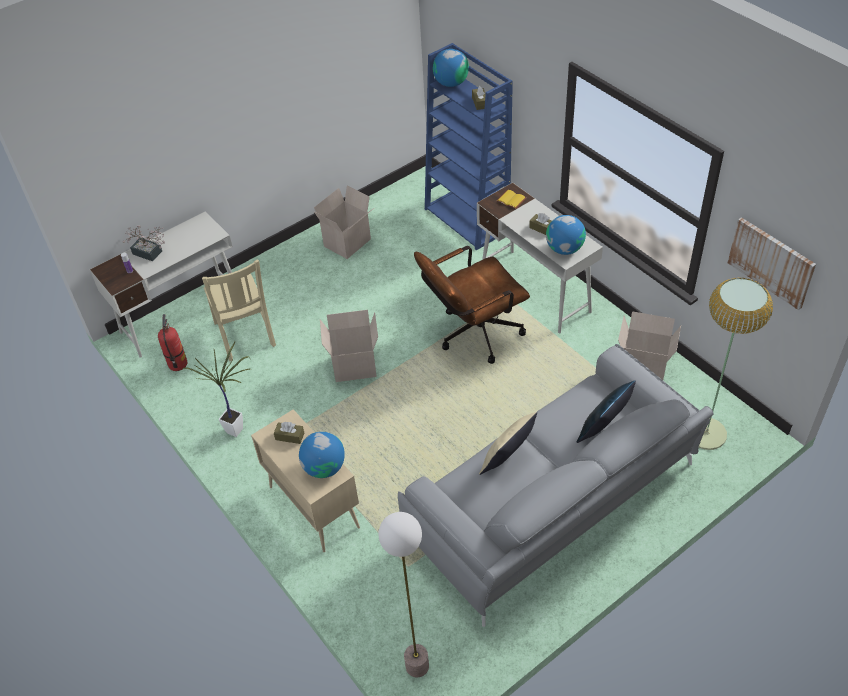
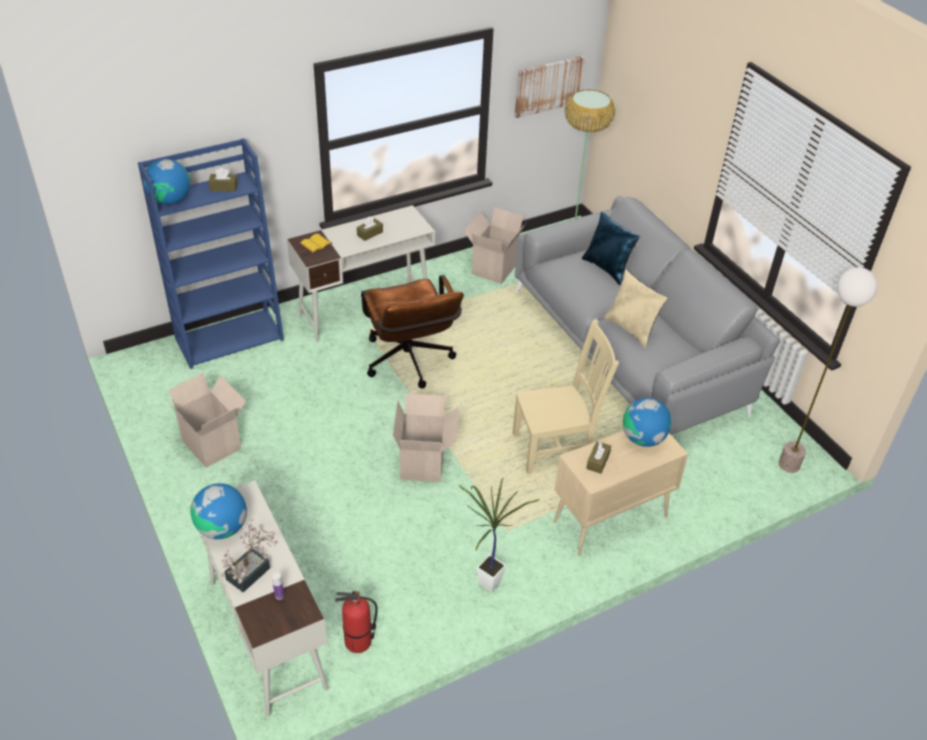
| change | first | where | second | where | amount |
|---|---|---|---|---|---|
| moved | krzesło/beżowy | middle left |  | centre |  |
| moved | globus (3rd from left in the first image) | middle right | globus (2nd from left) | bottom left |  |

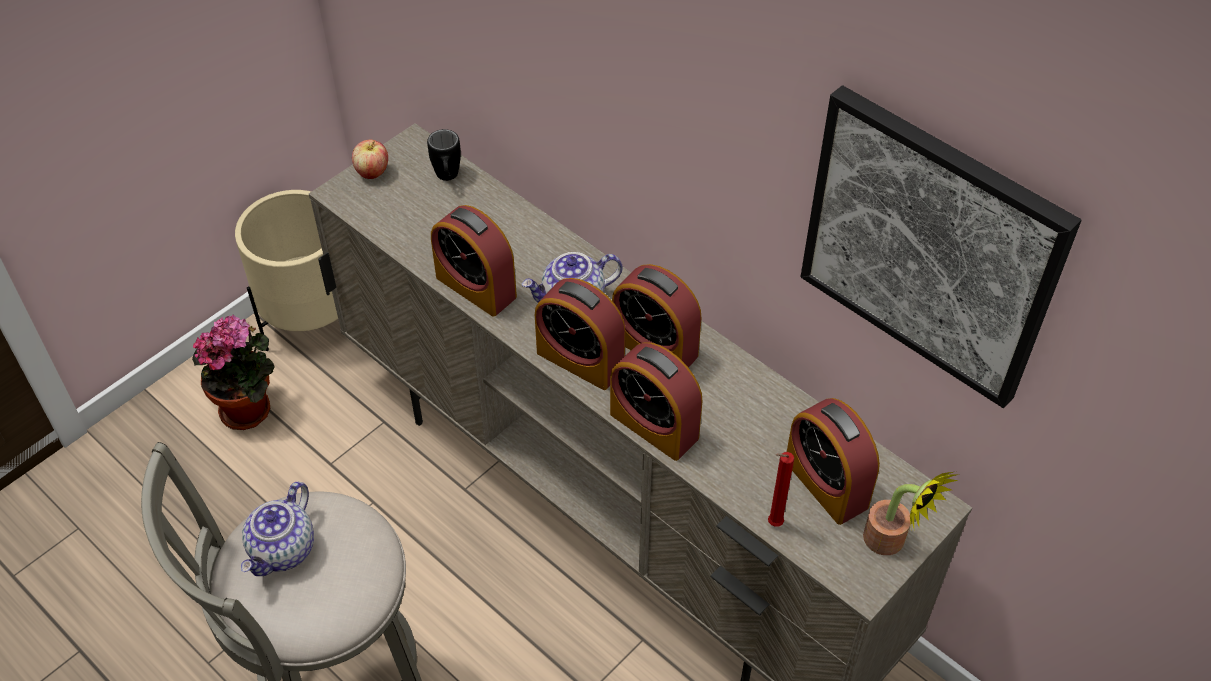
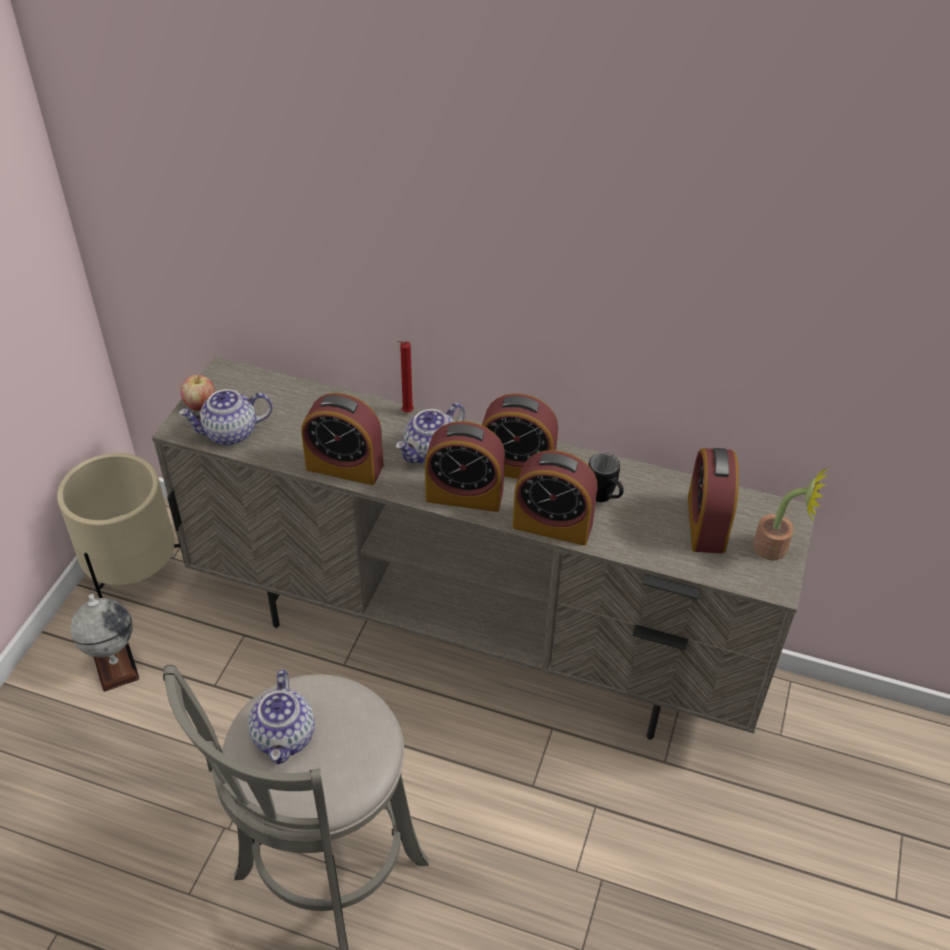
| change | first | where | second | where | amount |
|---|---|---|---|---|---|
| removed | obraz | middle right |  |  |  |
| added |  |  | imbryk (1st from left) | middle left |  |
| moved | kubek/czarny | top centre |  | centre |  |
| moved | świeca/czerwony | bottom centre |  | centre |  |
| replaced | roślina doniczkowa (1st from left) | middle left | globus | bottom left |  |
| turned | budzik (5th from left) | bottom right |  | middle right | 60 degrees clockwise |

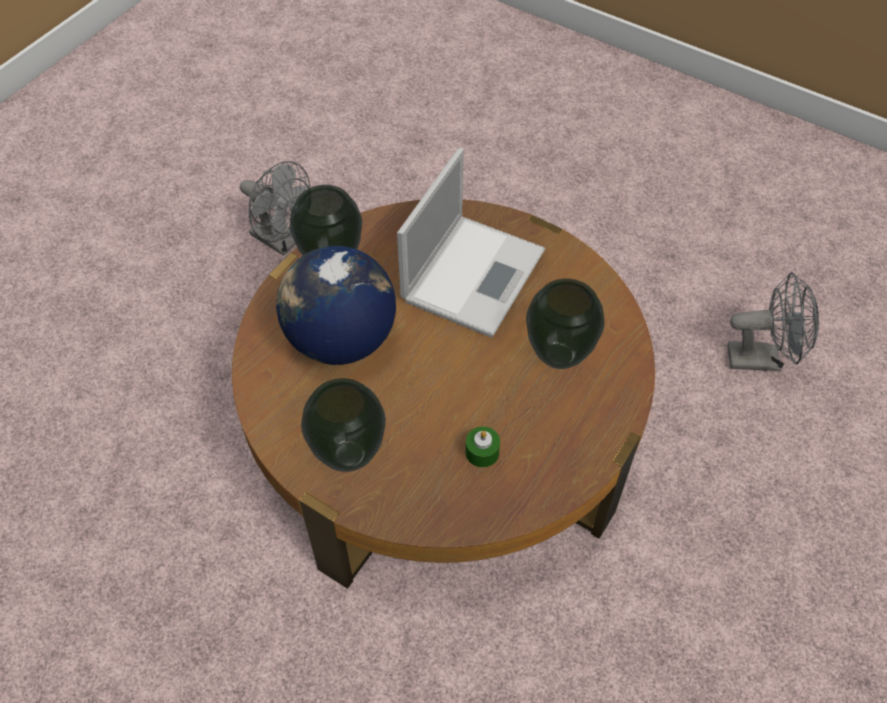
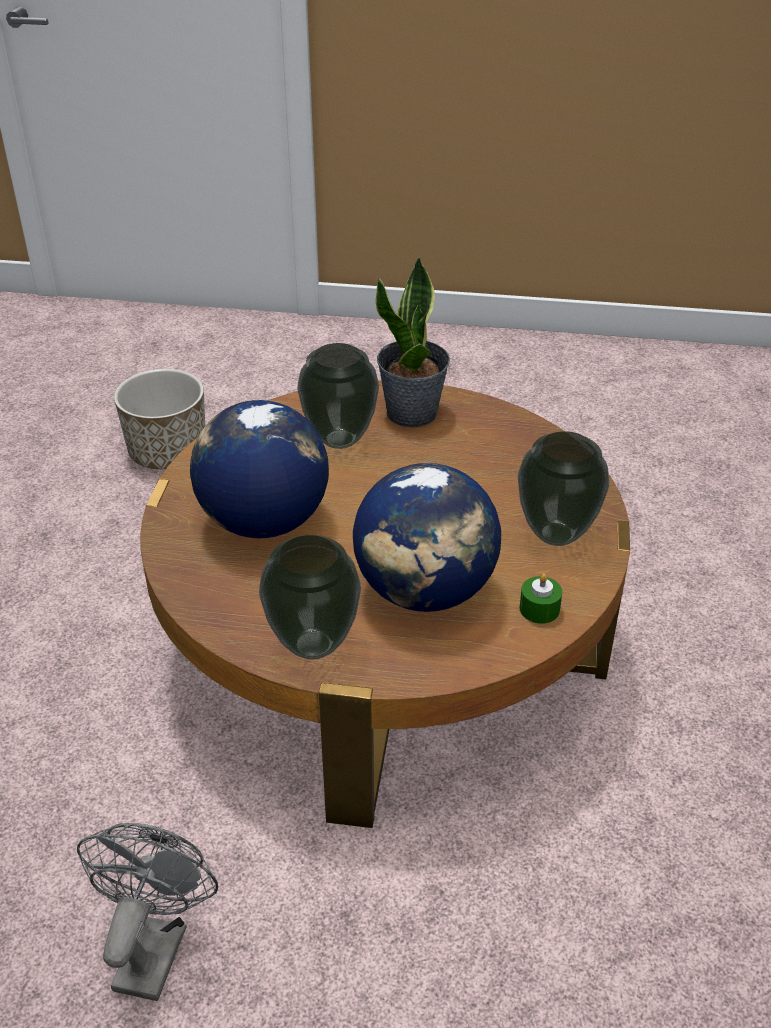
| change | first | where | second | where | amount |
|---|---|---|---|---|---|
| added |  |  | roślina doniczkowa | top centre |  |
| moved | świeca/zielony | centre |  | middle right |  |
| replaced | laptop | centre | globus (1st from left) | centre |  |
| replaced | wentylator/szary (2nd from left) | middle right | donica | middle left |  |

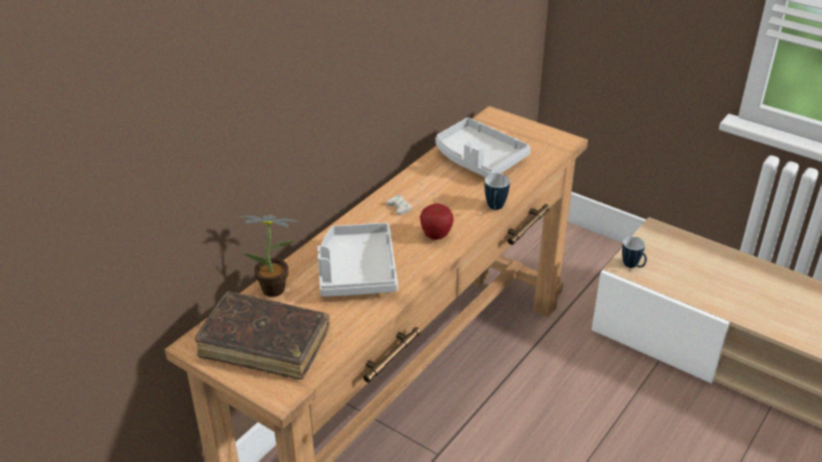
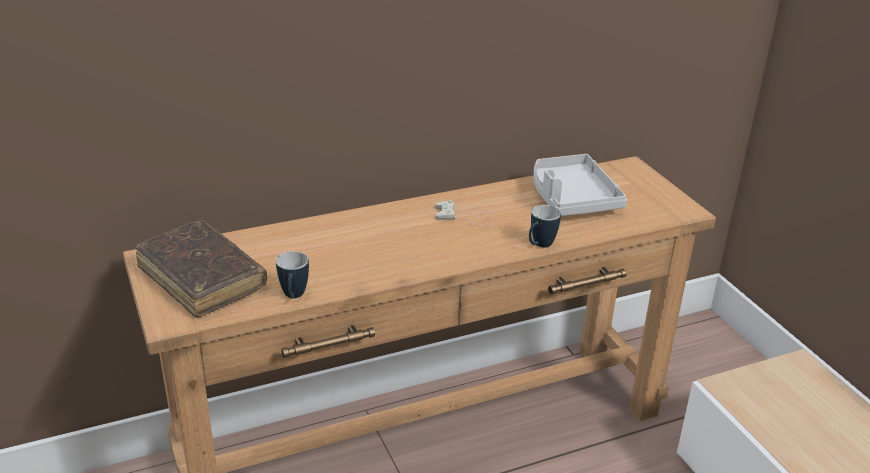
| change | first | where | second | where | amount |
|---|---|---|---|---|---|
| removed | roślina doniczkowa | middle left |  |  |  |
| removed | taca/szary (1st from left) | centre |  |  |  |
| removed | jabłko | centre |  |  |  |
| moved | kubek (2nd from left in the first image) | middle right | kubek (1st from left) | centre |  |

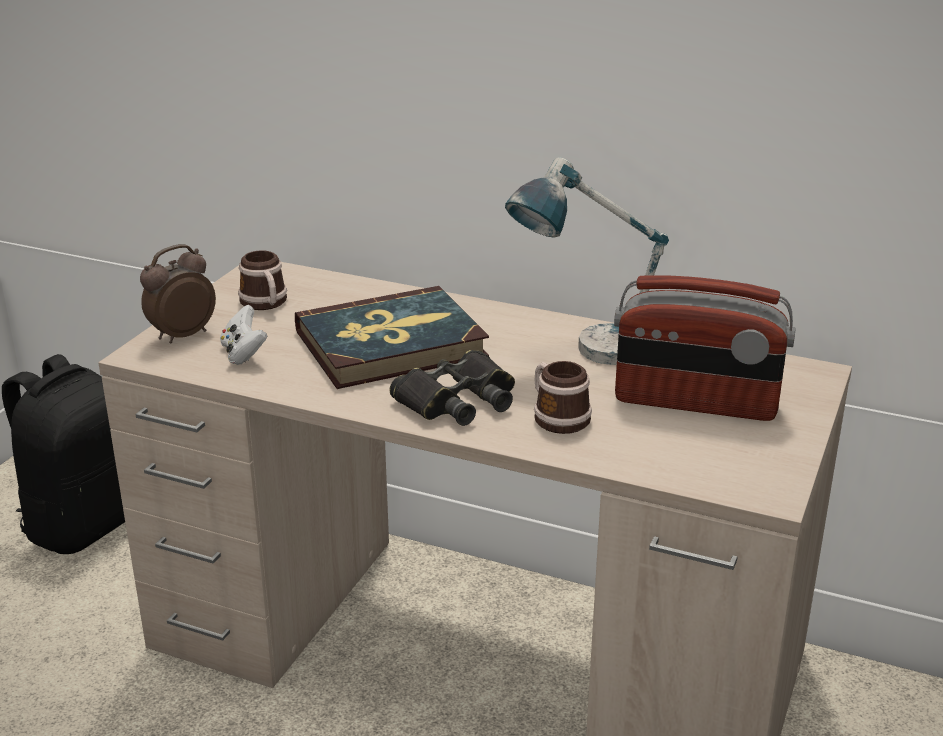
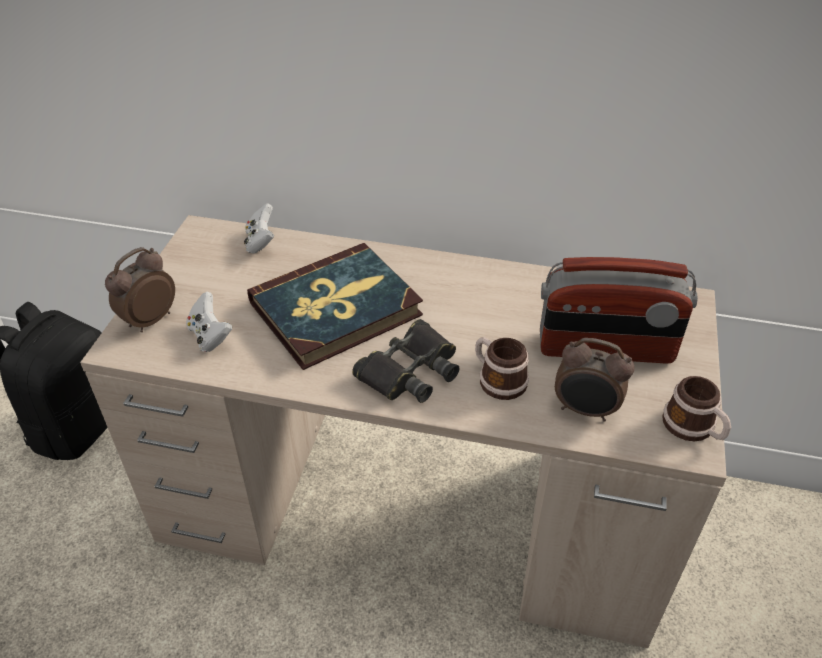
| change | first | where | second | where | amount |
|---|---|---|---|---|---|
| removed | lampa stołowa | centre |  |  |  |
| added |  |  | pad do gier/biały (2nd from left) | middle left |  |
| added |  |  | budzik (2nd from left) | middle right |  |
| moved | kubek (1st from left in the first image) | middle left | kubek (2nd from left) | middle right |  |

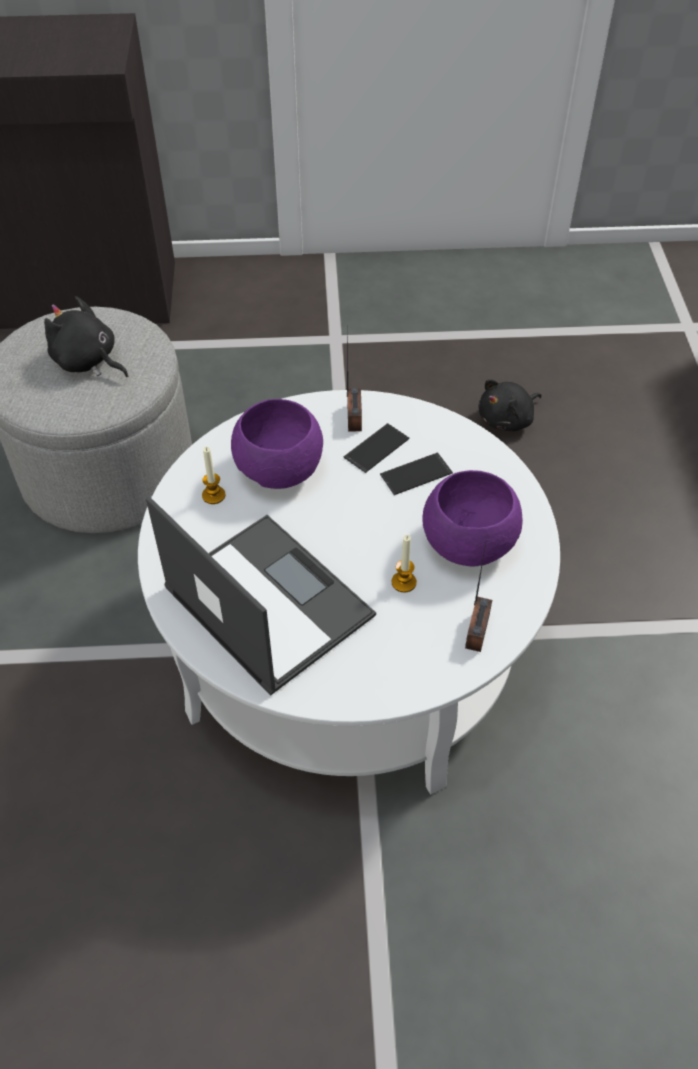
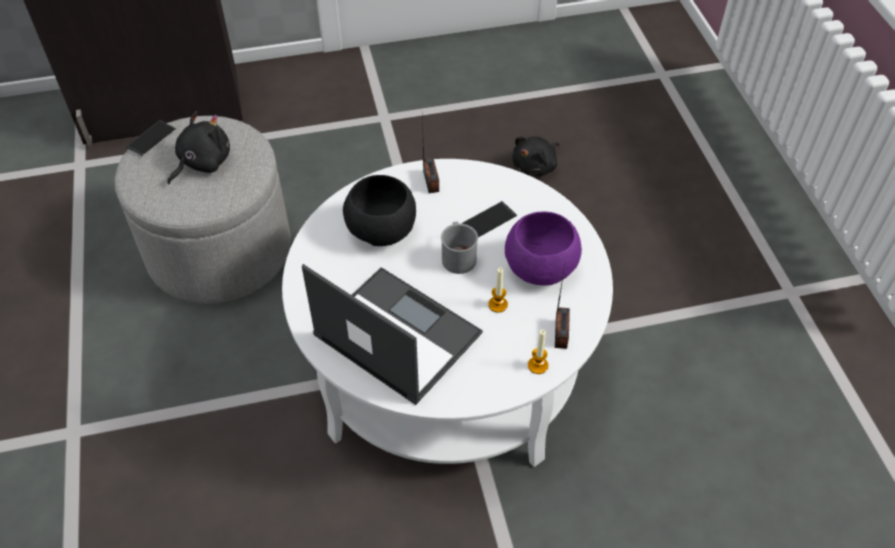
| change | first | where | second | where | amount |
|---|---|---|---|---|---|
| added |  |  | kubek/szary | centre |  |
| moved | świeca (1st from left in the first image) | middle left | świeca (2nd from left) | centre |  |
| moved | telefon (1st from left) | centre |  | top left |  |
| recoloured | miska/fioletowy (1st from left) | centre | miska/czarny | centre |  |
| turned | pluszak/czarny (1st from left) | top left |  | top left | 105 degrees clockwise |

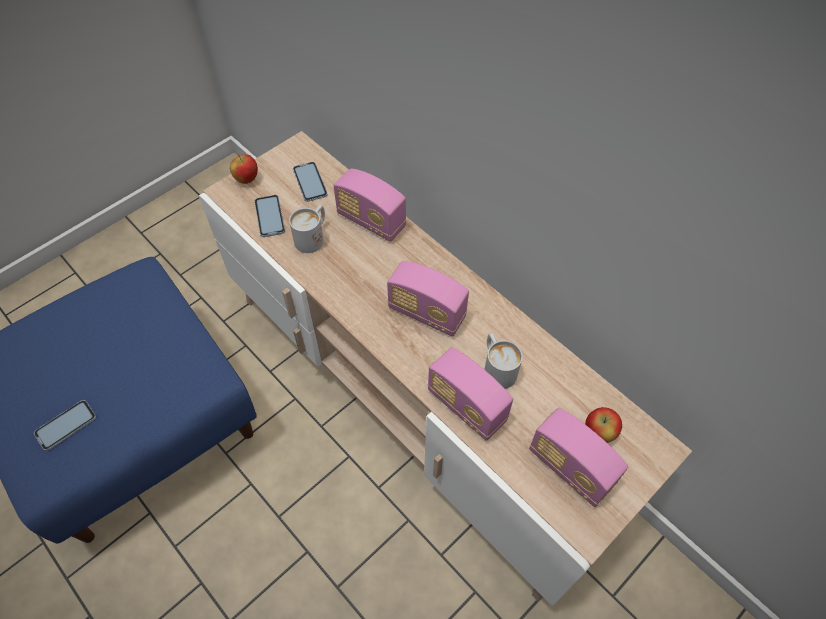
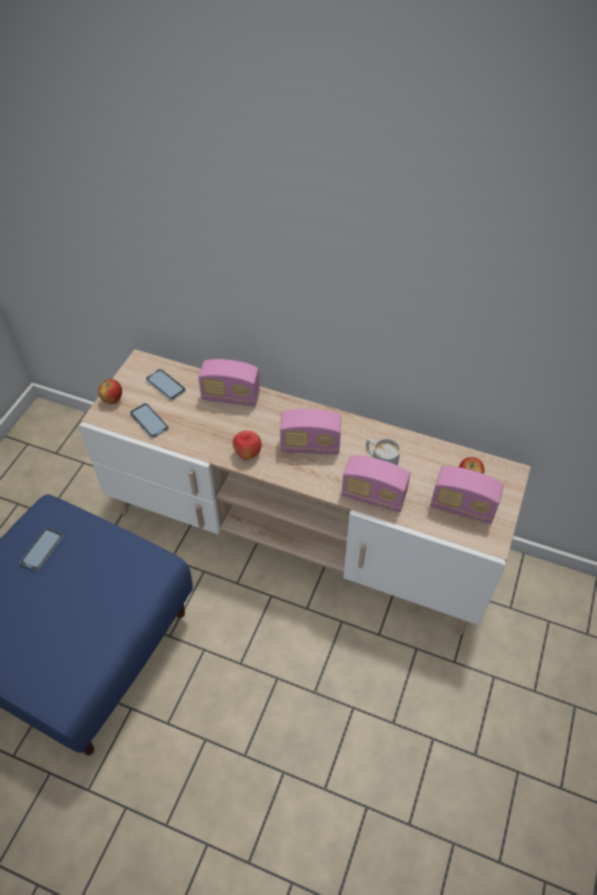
| change | first | where | second | where | amount |
|---|---|---|---|---|---|
| removed | kubek/biały (1st from left) | centre |  |  |  |
| added |  |  | jabłko (2nd from left) | centre |  |
| moved | telefon (1st from left) | bottom left |  | middle left |  |

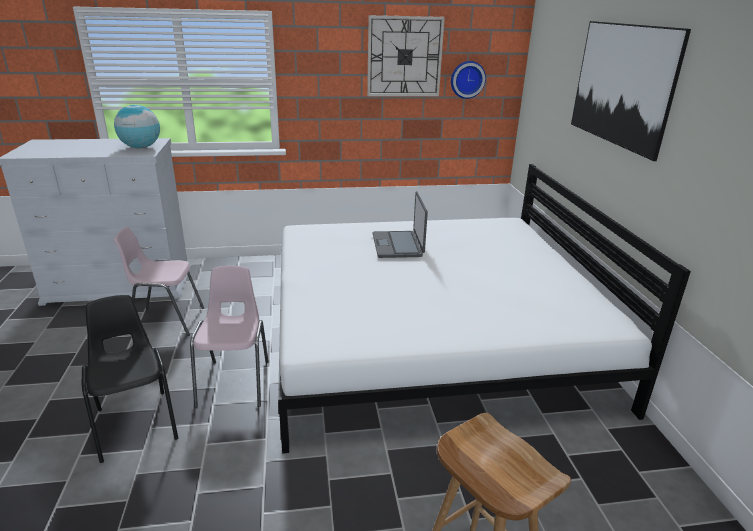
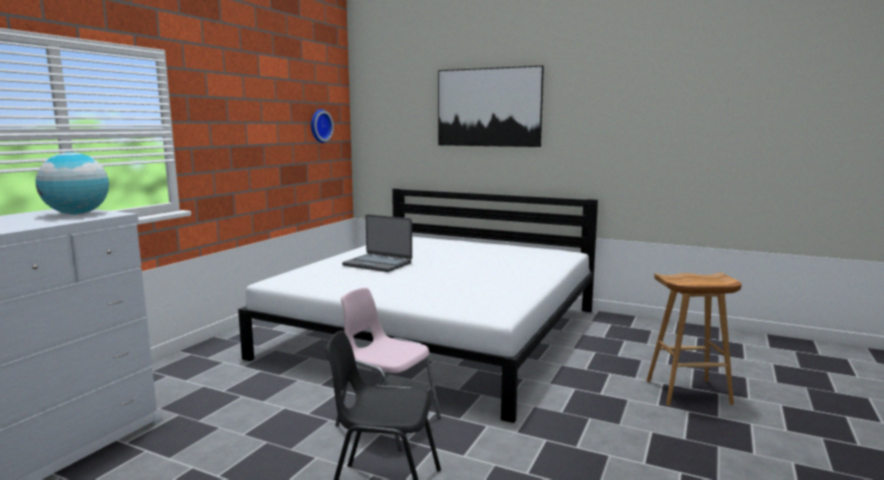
| change | first | where | second | where | amount |
|---|---|---|---|---|---|
| removed | krzesło/różowy (1st from left) | middle left |  |  |  |
| removed | zegar ścienny (1st from left) | top centre |  |  |  |

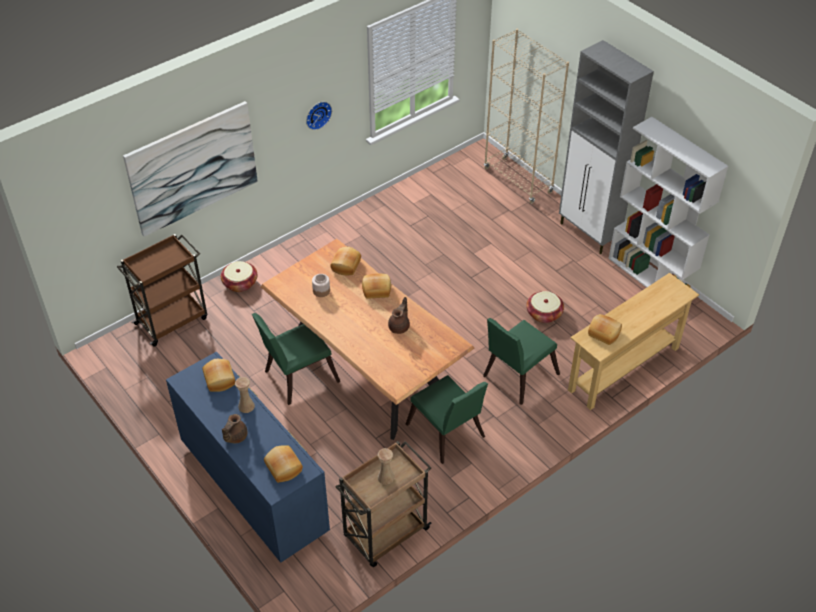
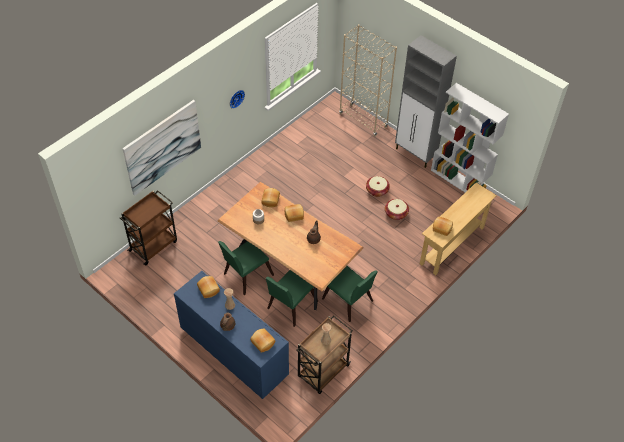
| change | first | where | second | where | amount |
|---|---|---|---|---|---|
| moved | koszyk (1st from left) | middle left |  | centre |  |
| moved | krzesło/zielony (3rd from left in the first image) | centre | krzesło/zielony (2nd from left) | bottom centre |  |

